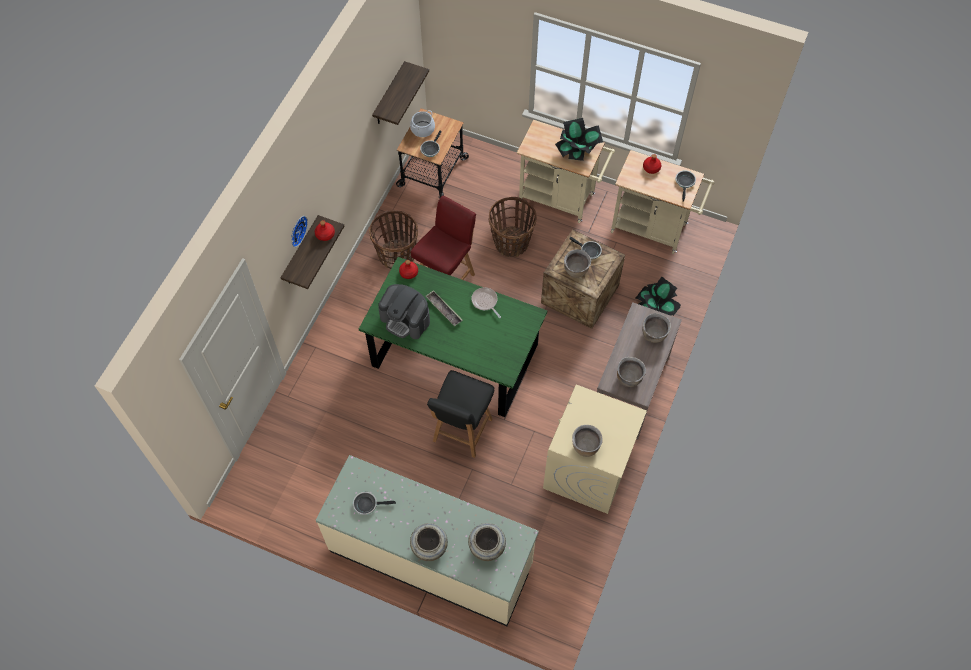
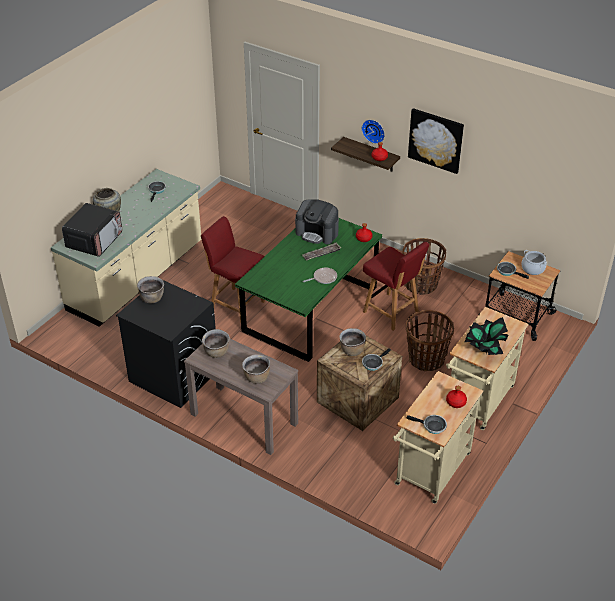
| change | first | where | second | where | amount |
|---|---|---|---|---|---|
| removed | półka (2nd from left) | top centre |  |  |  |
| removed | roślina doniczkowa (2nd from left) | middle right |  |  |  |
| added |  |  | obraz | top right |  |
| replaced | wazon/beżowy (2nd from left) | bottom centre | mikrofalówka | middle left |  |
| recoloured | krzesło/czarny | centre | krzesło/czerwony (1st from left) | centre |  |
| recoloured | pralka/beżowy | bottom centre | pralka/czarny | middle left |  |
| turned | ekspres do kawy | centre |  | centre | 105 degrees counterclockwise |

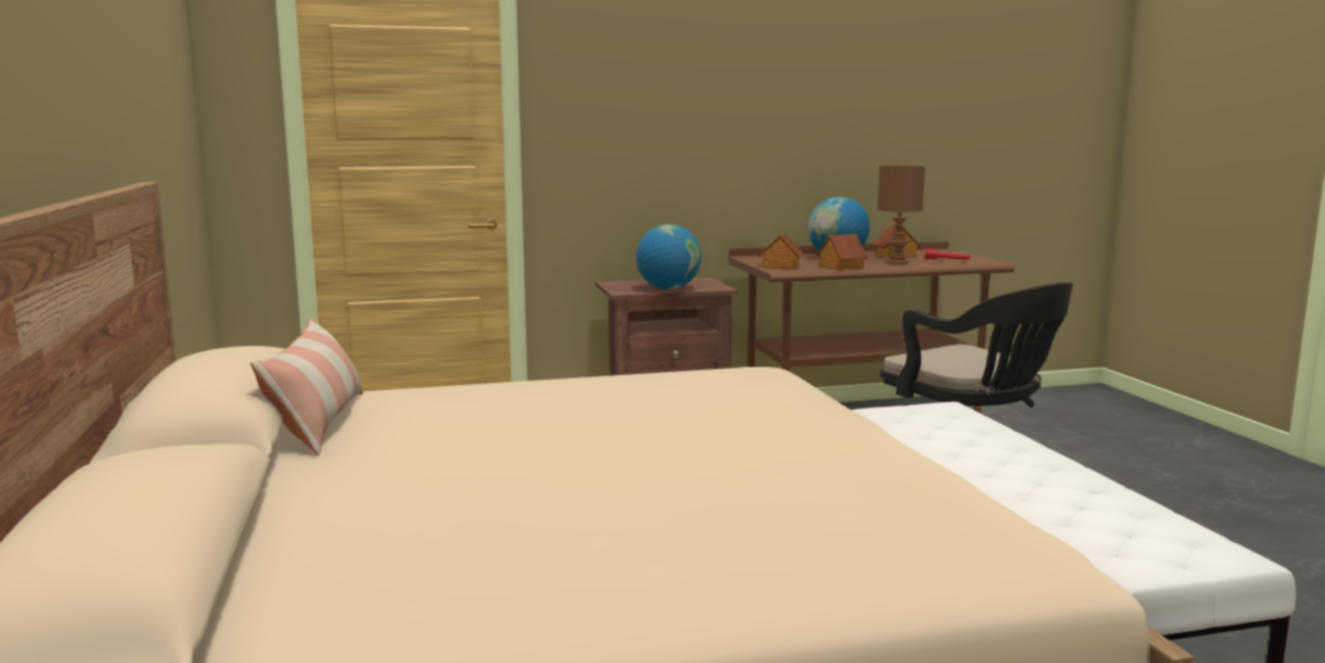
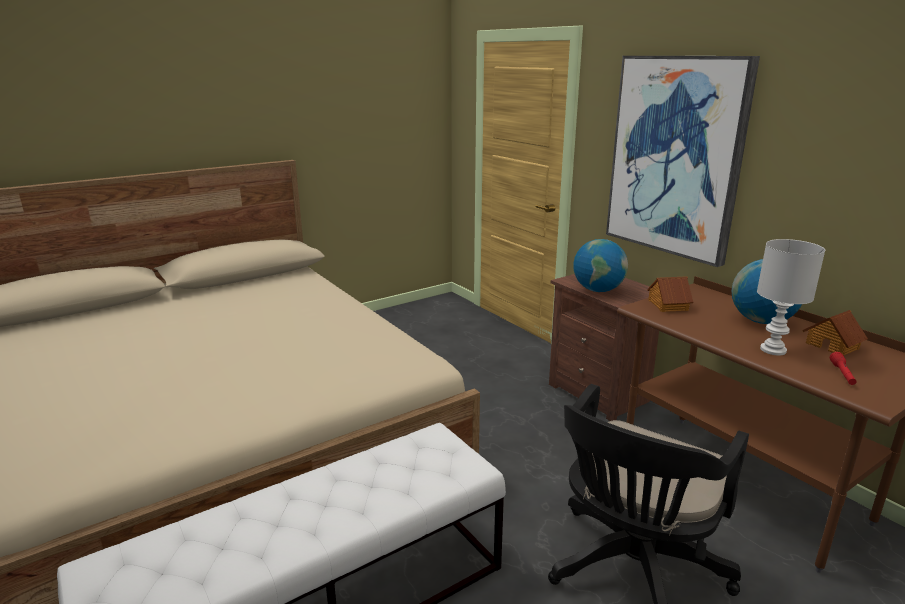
| change | first | where | second | where | amount |
|---|---|---|---|---|---|
| removed | poduszka | middle left |  |  |  |
| removed | domek (2nd from left) | centre |  |  |  |
| added |  |  | obraz | top right |  |
| recoloured | lampa stołowa/brązowy | top right | lampa stołowa/biały | middle right |  |

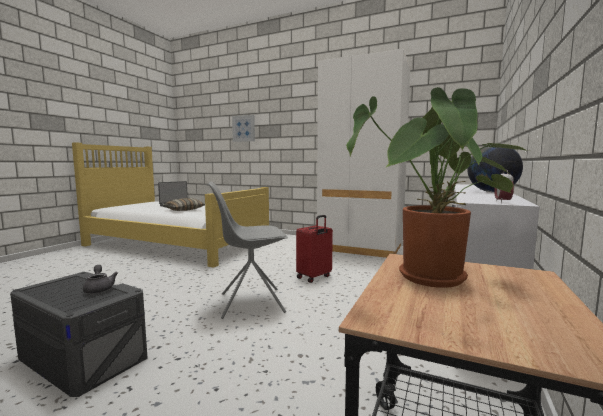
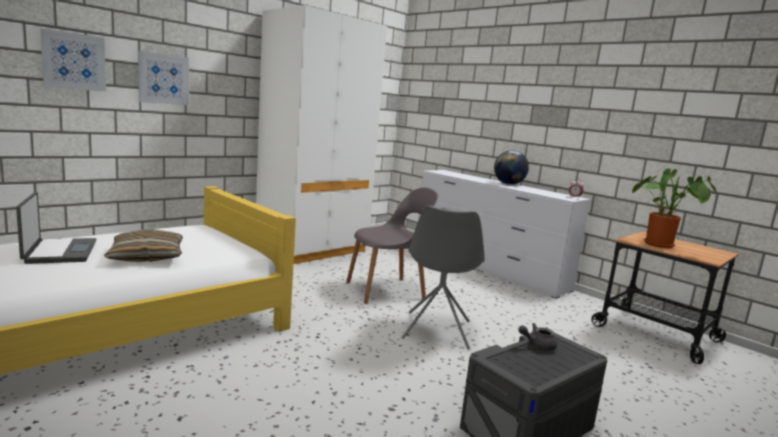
| change | first | where | second | where | amount |
|---|---|---|---|---|---|
| added |  |  | obraz (2nd from left) | top left |  |
| replaced | walizka/czerwony | centre | krzesło/szary (1st from left) | centre |  |

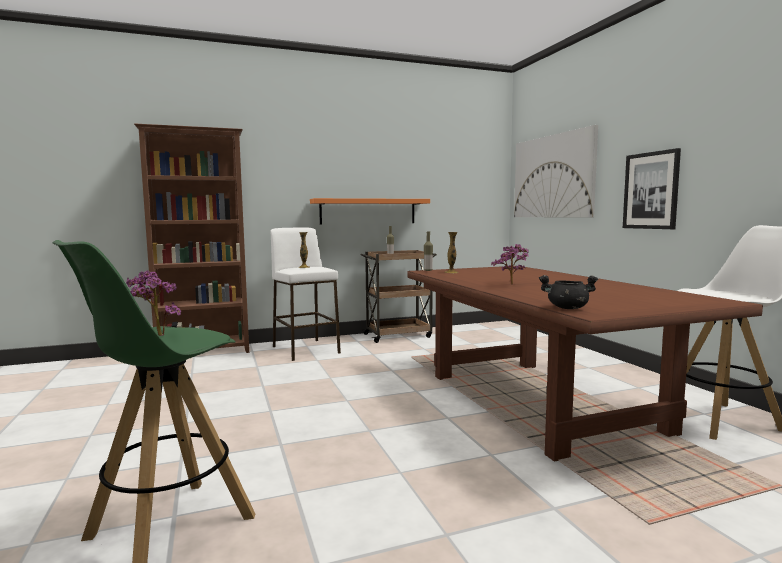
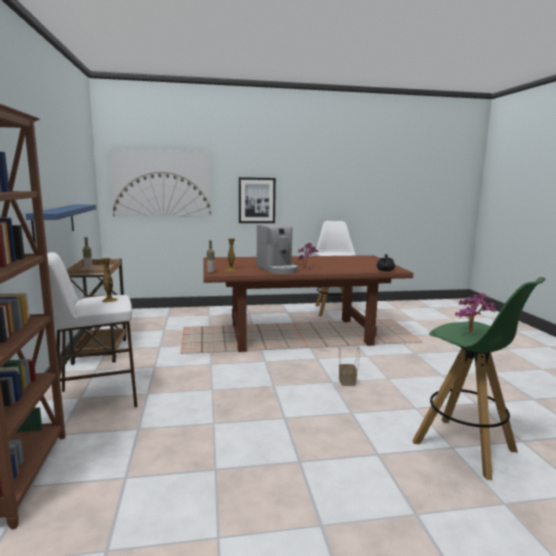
| change | first | where | second | where | amount |
|---|---|---|---|---|---|
| added |  |  | ekspres do kawy | centre |  |
| added |  |  | koszyk | centre |  |
| recoloured | półka/pomarańczowy | centre | półka/niebieski | middle left |  |

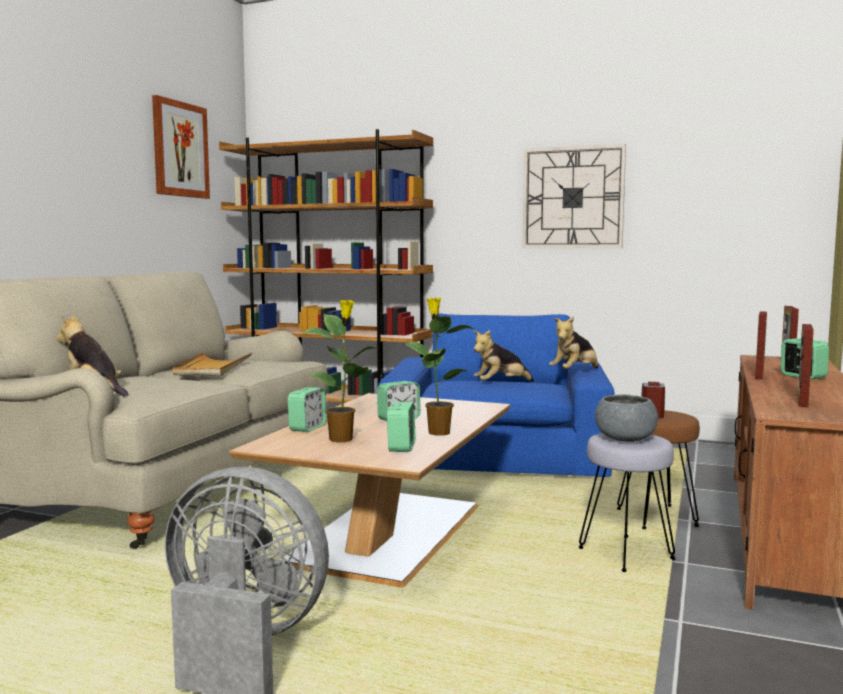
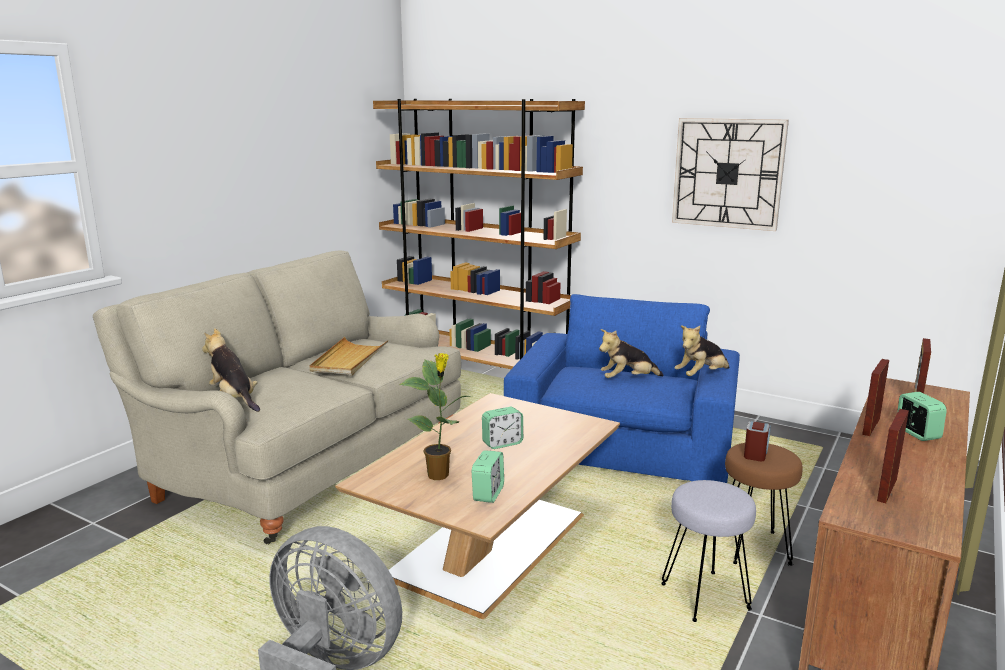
| change | first | where | second | where | amount |
|---|---|---|---|---|---|
| removed | obraz | top left |  |  |  |
| removed | budzik (1st from left) | centre |  |  |  |
| removed | roślina doniczkowa (2nd from left) | centre |  |  |  |
| removed | miska/szary | middle right |  |  |  |

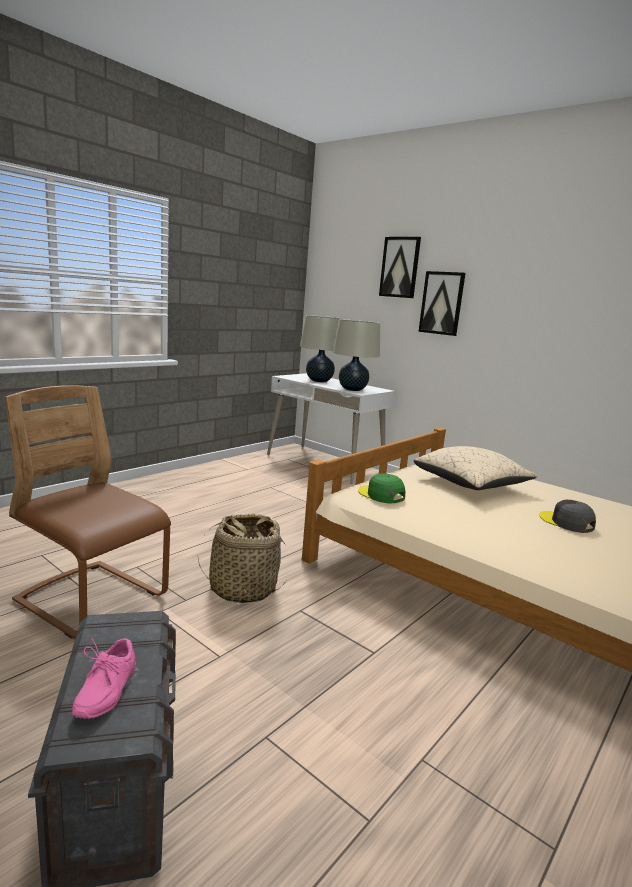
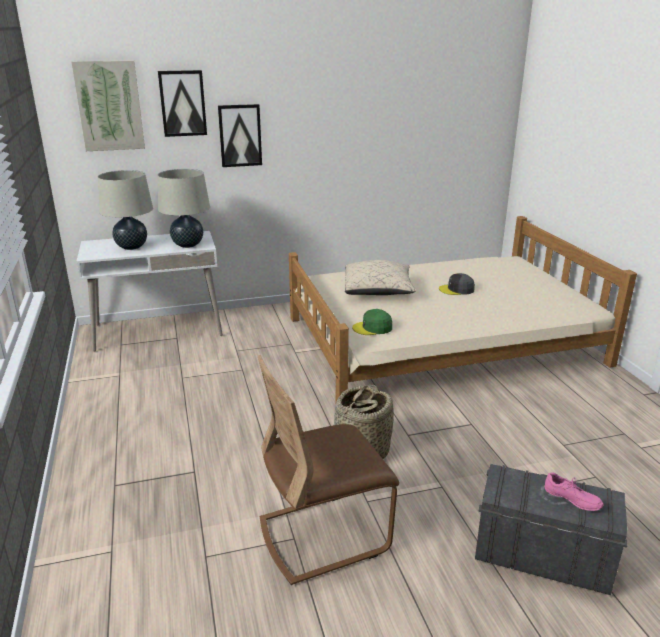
| change | first | where | second | where | amount |
|---|---|---|---|---|---|
| added |  |  | obraz (1st from left) | top left |  |

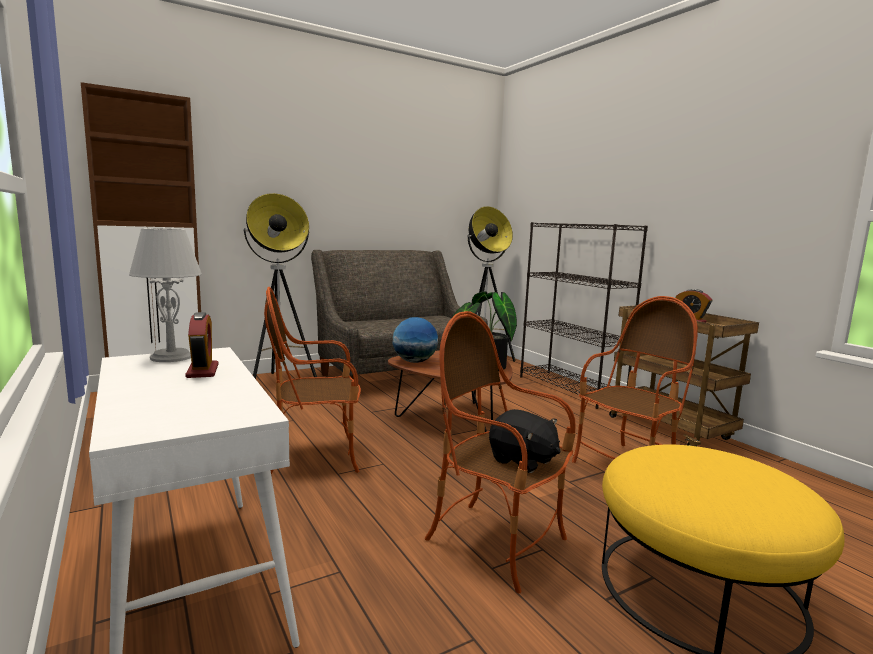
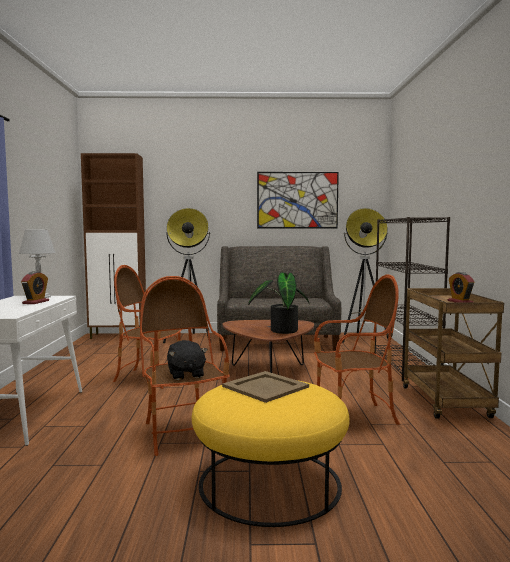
| change | first | where | second | where | amount |
|---|---|---|---|---|---|
| removed | globus | centre |  |  |  |
| added |  |  | taca/beżowy | bottom centre |  |
| added |  |  | obraz | centre |  |

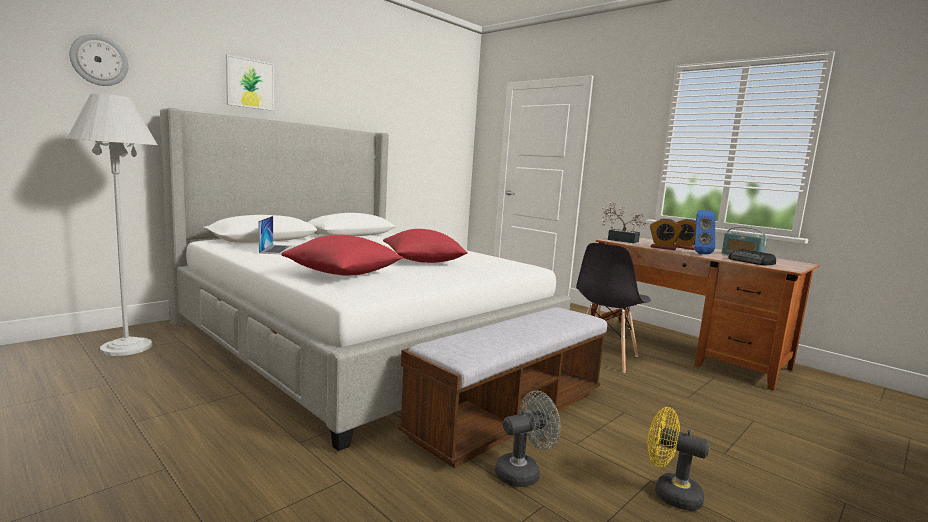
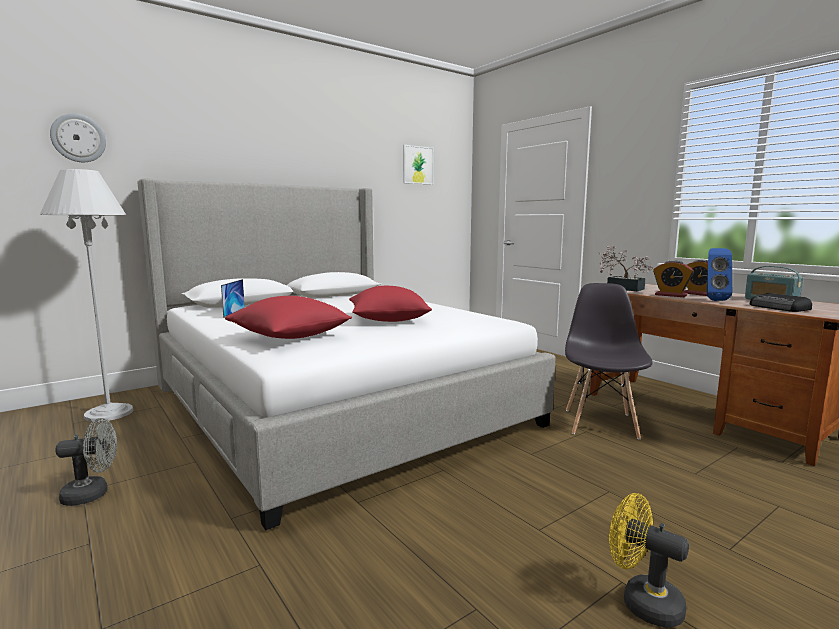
| change | first | where | second | where | amount |
|---|---|---|---|---|---|
| removed | ławka | bottom centre |  |  |  |
| moved | obraz | top left |  | top centre |  |
| moved | wentylator/szary | bottom centre |  | bottom left |  |
| turned | krzesło/szary | centre |  | middle right | 150 degrees clockwise |

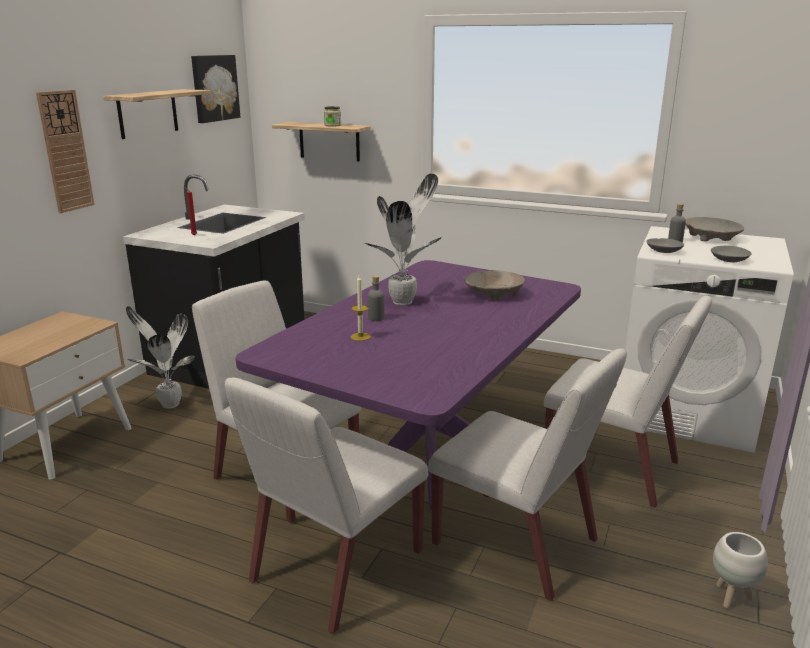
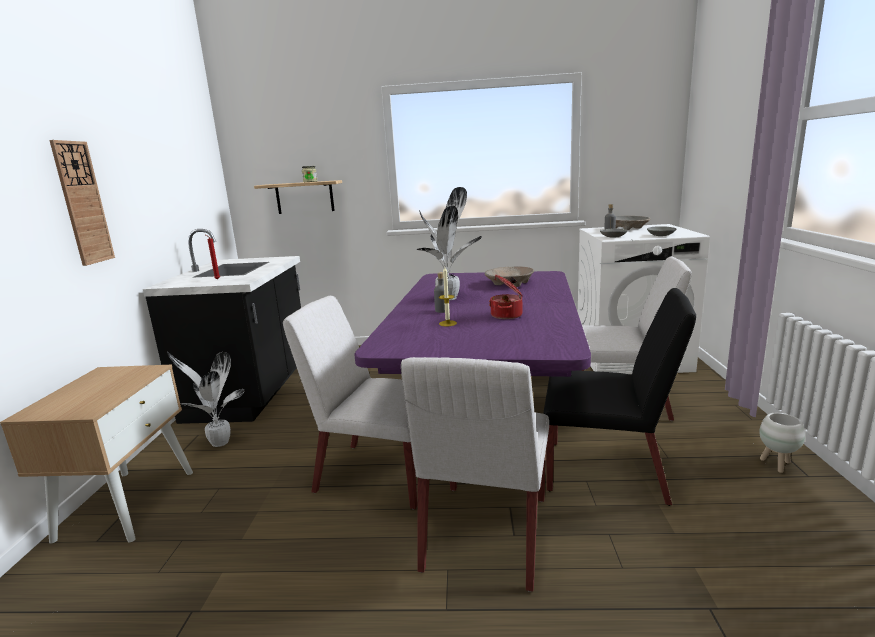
| change | first | where | second | where | amount |
|---|---|---|---|---|---|
| removed | półka (1st from left) | top left |  |  |  |
| removed | obraz | top left |  |  |  |
| added |  |  | garnek | centre |  |
| recoloured | krzesło/biały (3rd from left) | bottom centre | krzesło/czarny | middle right |  |

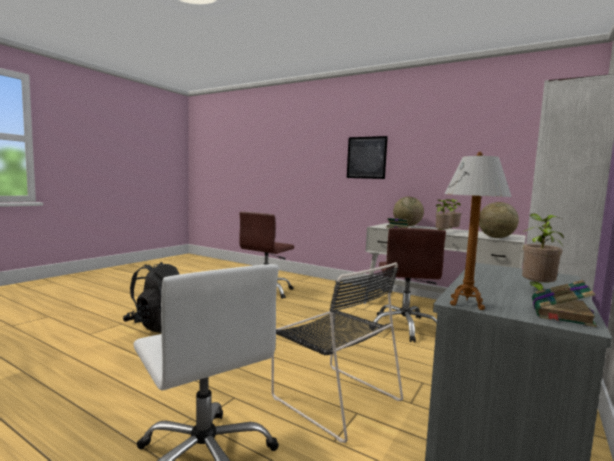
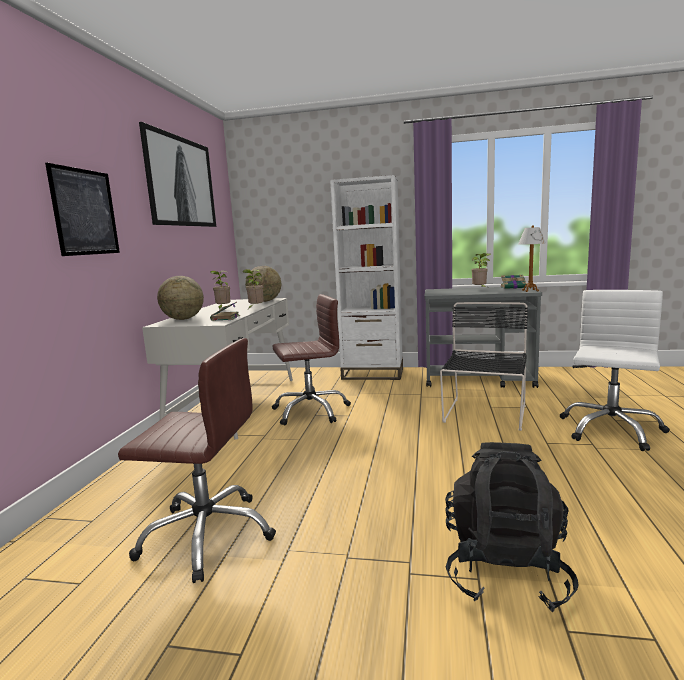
| change | first | where | second | where | amount |
|---|---|---|---|---|---|
| added |  |  | obraz (2nd from left) | top left |  |

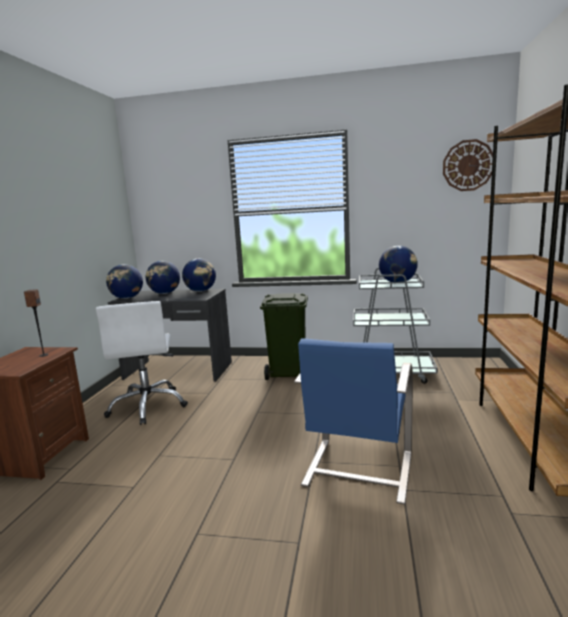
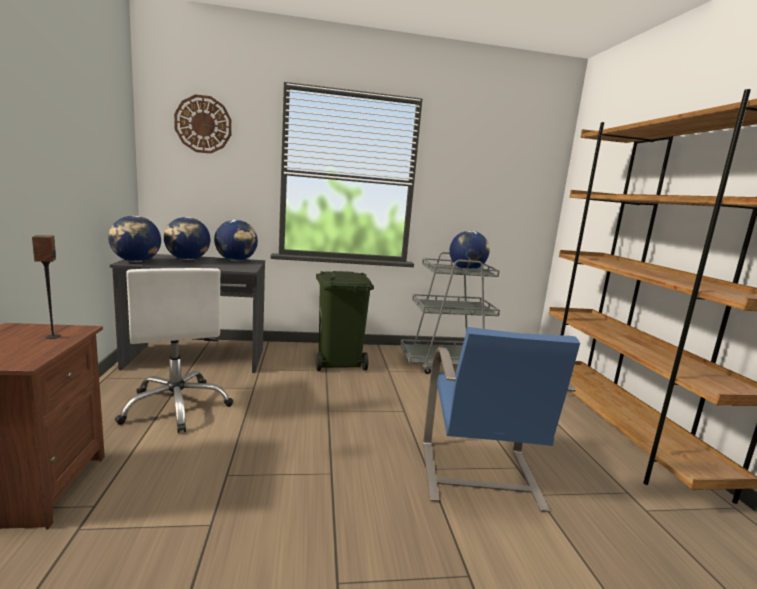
| change | first | where | second | where | amount |
|---|---|---|---|---|---|
| moved | zegar ścienny | top right |  | top left |  |

